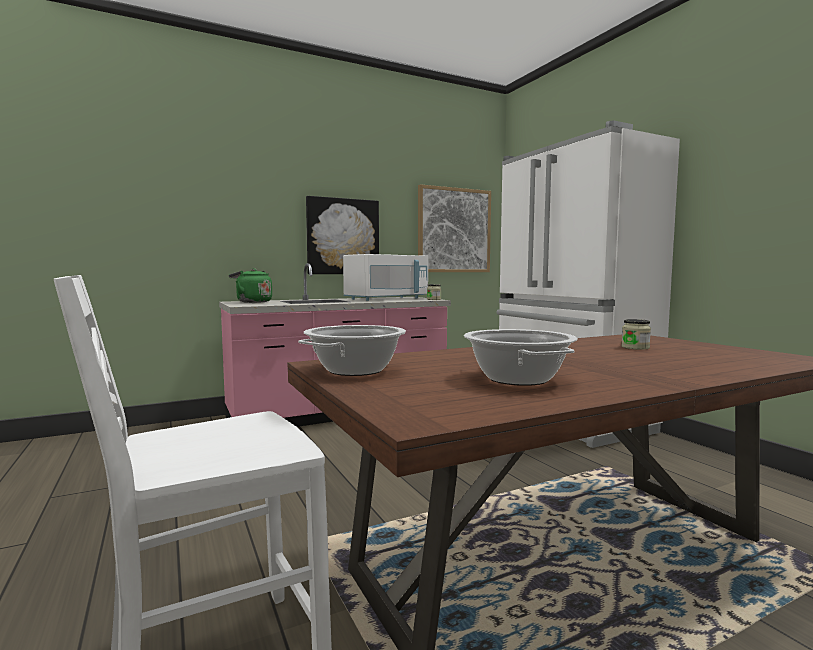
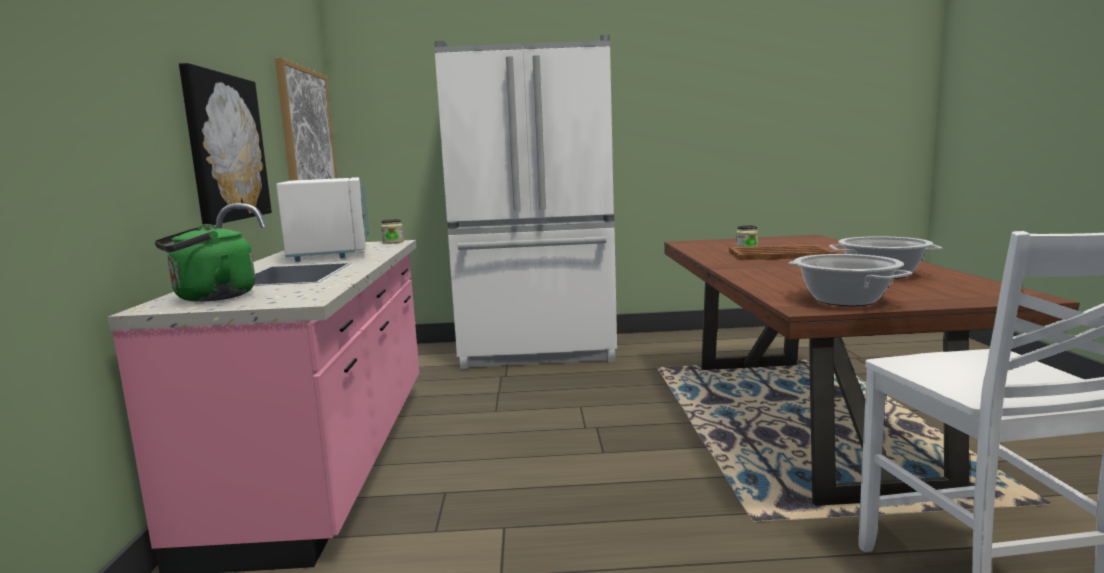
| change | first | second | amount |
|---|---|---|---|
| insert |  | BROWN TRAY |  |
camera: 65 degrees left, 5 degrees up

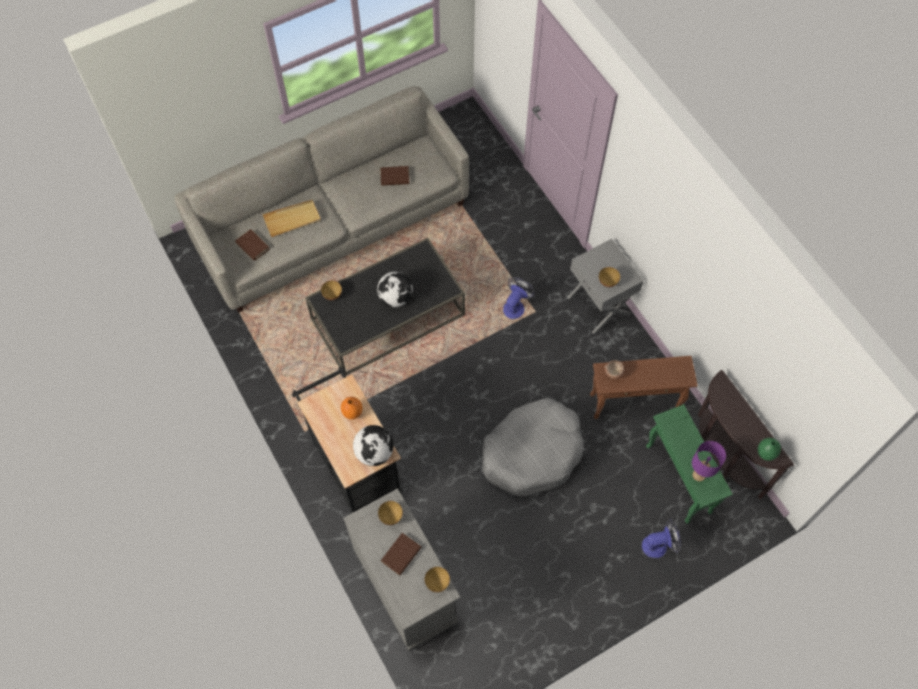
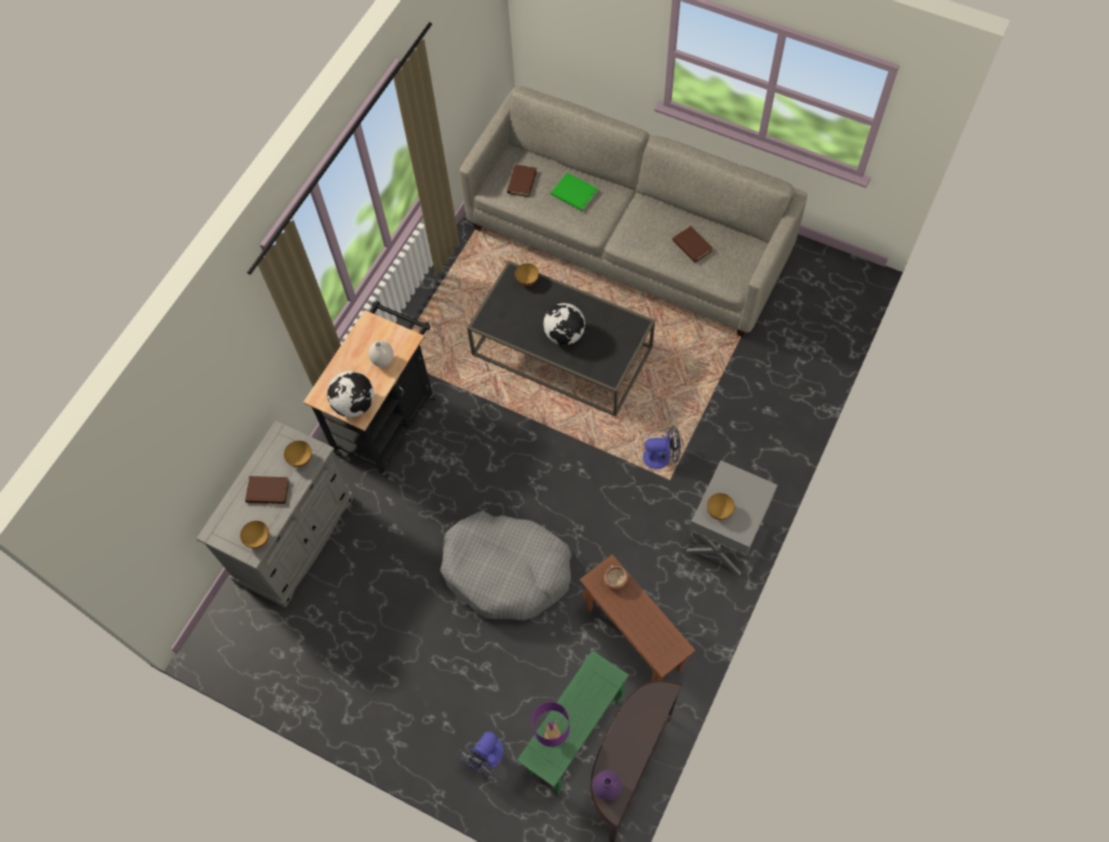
| change | first | second | amount |
|---|---|---|---|
| replace | BEIGE TRAY | GREEN BOOK |  |
| recolor | ORANGE VASE | WHITE VASE |  |
| rotate | FAN (2nd from left in the first image) | FAN (1st from left) | 75 degrees clockwise |
| recolor | GREEN VASE | PURPLE VASE |  |
camera: 60 degrees right, 0 degrees up

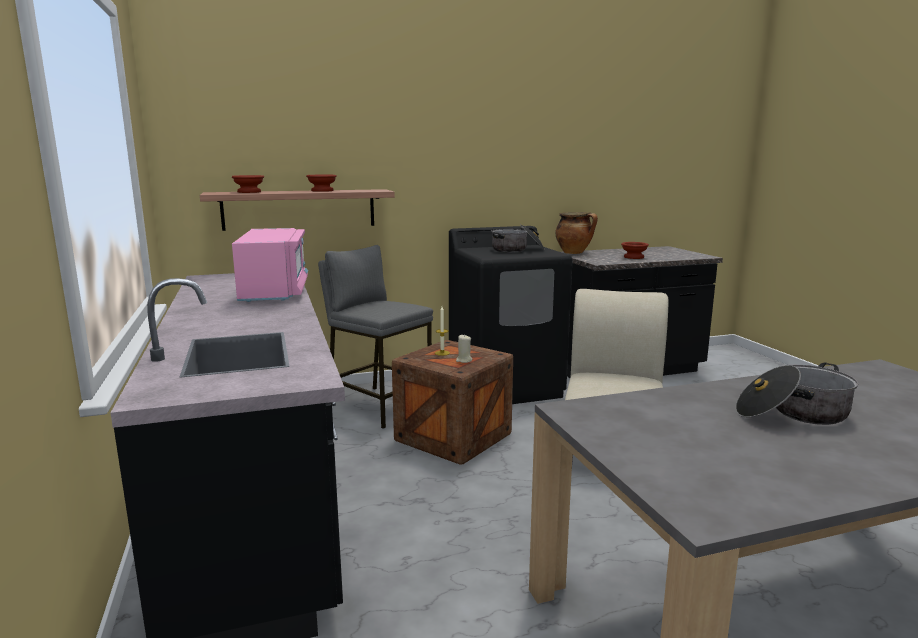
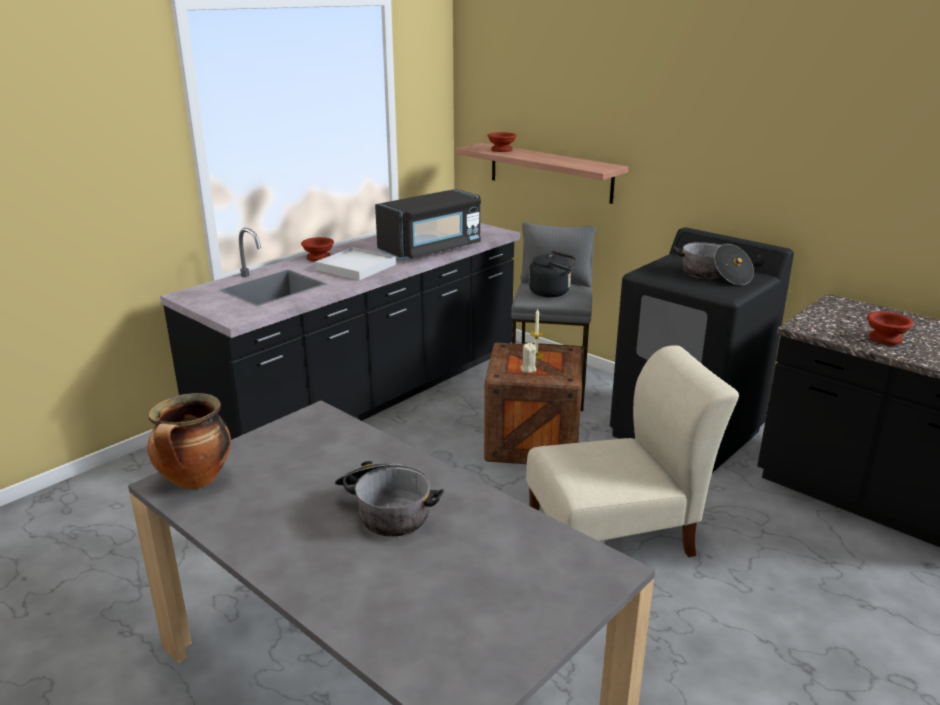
| change | first | second | amount |
|---|---|---|---|
| recolor | PINK MICROWAVE | BLACK MICROWAVE |  |
| move | BROWN BOWL (2nd from left in the first image) | BROWN BOWL (1st from left) |  |
| move | COOKING POT (2nd from left in the first image) | COOKING POT (1st from left) |  |
| insert |  | WHITE TRAY |  |
| insert |  | BLACK KETTLE |  |
camera: 60 degrees right, 10 degrees up

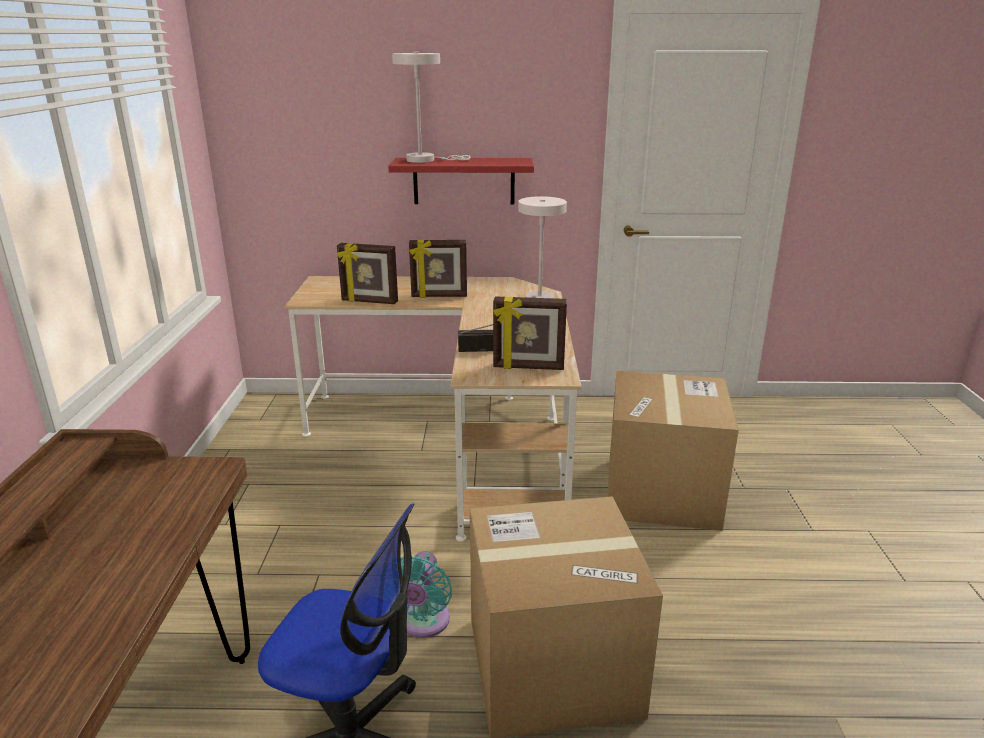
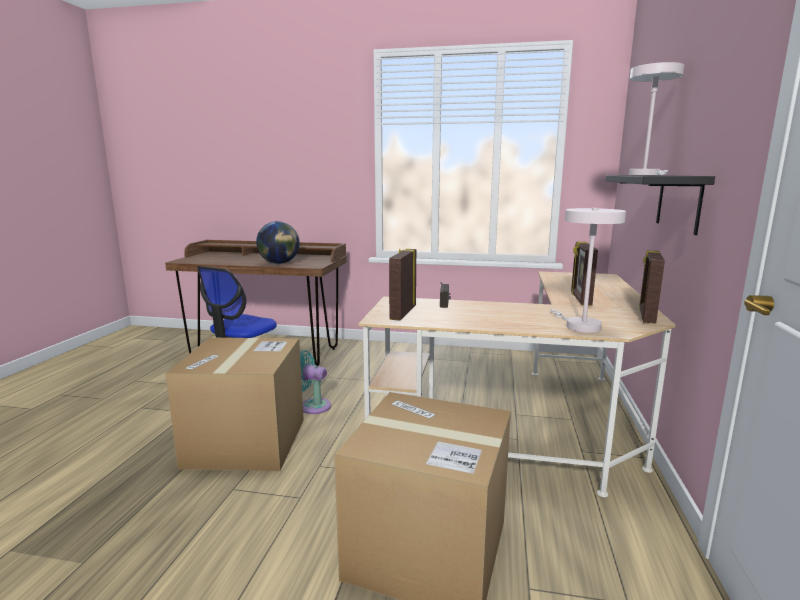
| change | first | second | amount |
|---|---|---|---|
| move | PICTURE FRAME (1st from left in the first image) | PICTURE FRAME (3rd from left) |  |
| recolor | RED SHELF | BLACK SHELF |  |
| insert |  | GLOBE |  |
camera: 100 degrees right, 10 degrees down

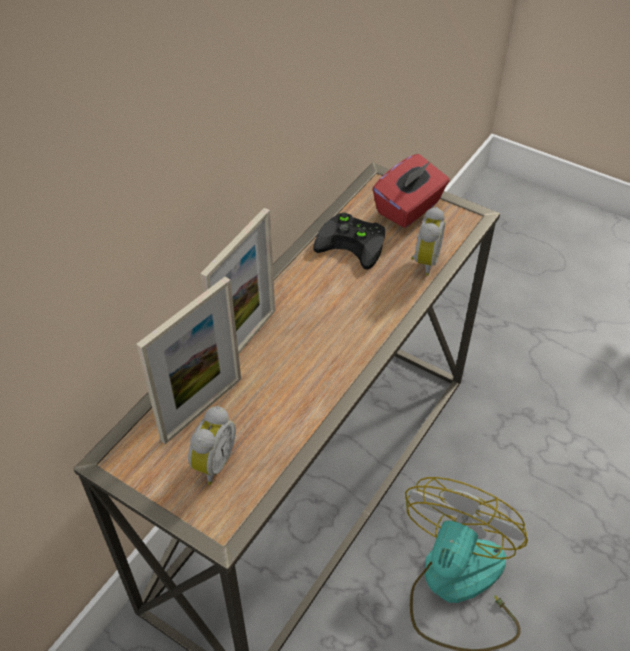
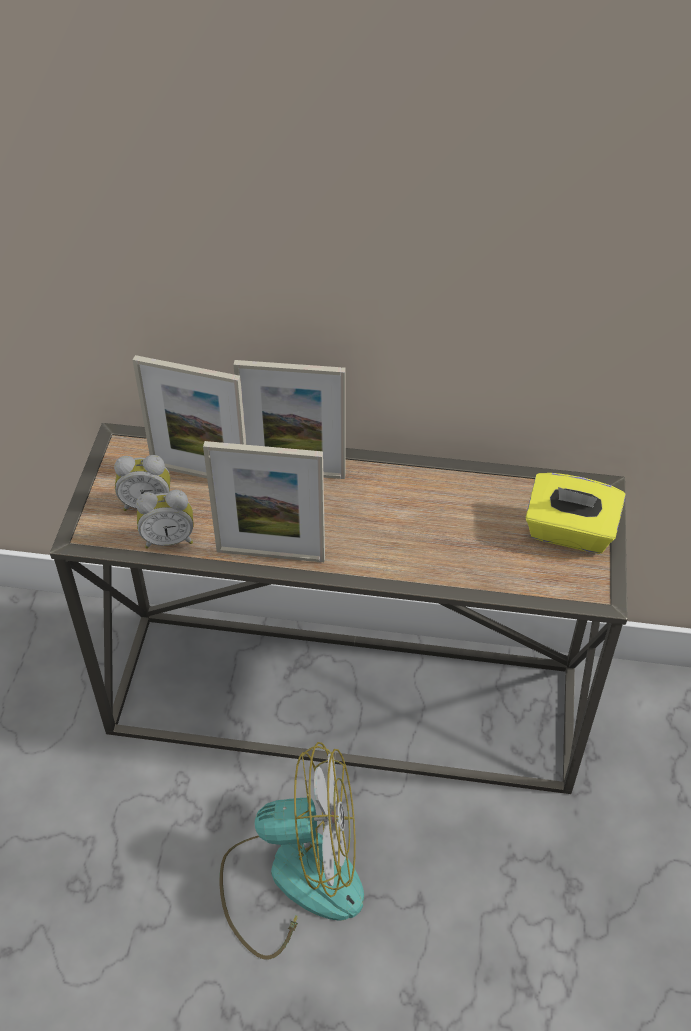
| change | first | second | amount |
|---|---|---|---|
| delete | BLACK GAME CONTROLLER |  |  |
| recolor | RED TISSUE BOX | YELLOW TISSUE BOX |  |
| move | ALARM CLOCK (2nd from left) |  |  |
| insert |  | PICTURE FRAME (2nd from left) |  |
camera: 65 degrees right, 0 degrees up

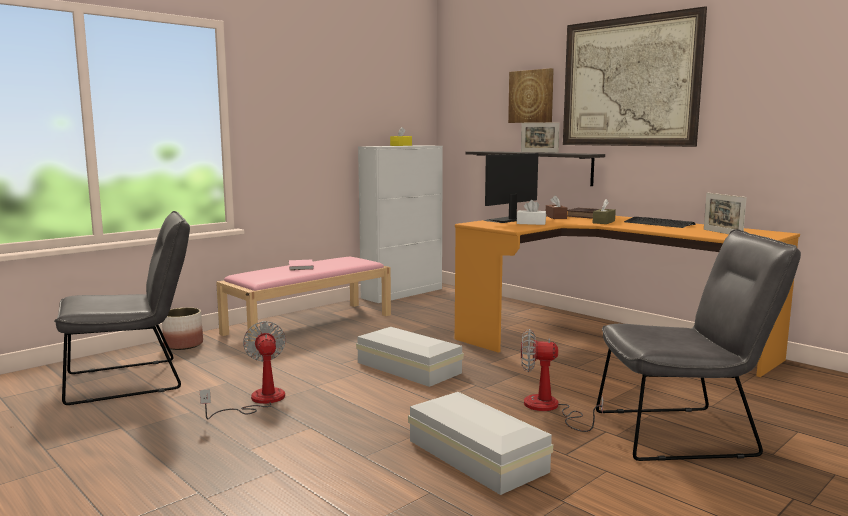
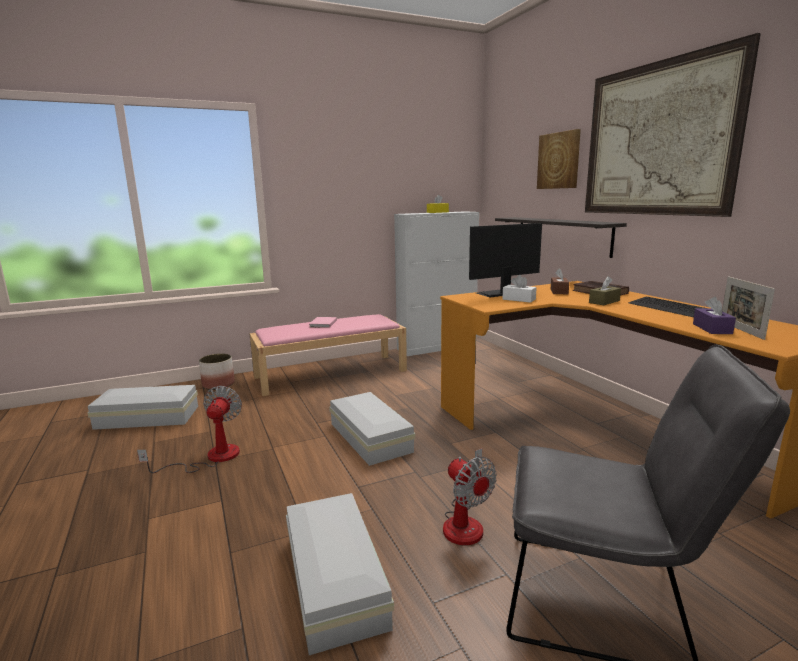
| change | first | second | amount |
|---|---|---|---|
| replace | GREY CHAIR (1st from left) | WHITE STORAGE BOX (1st from left) |  |
| delete | PICTURE FRAME (1st from left) |  |  |
| rotate | FAN (2nd from left) |  | 150 degrees counterclockwise |
| insert |  | PURPLE TISSUE BOX |  |
camera: 20 degrees right, 5 degrees up

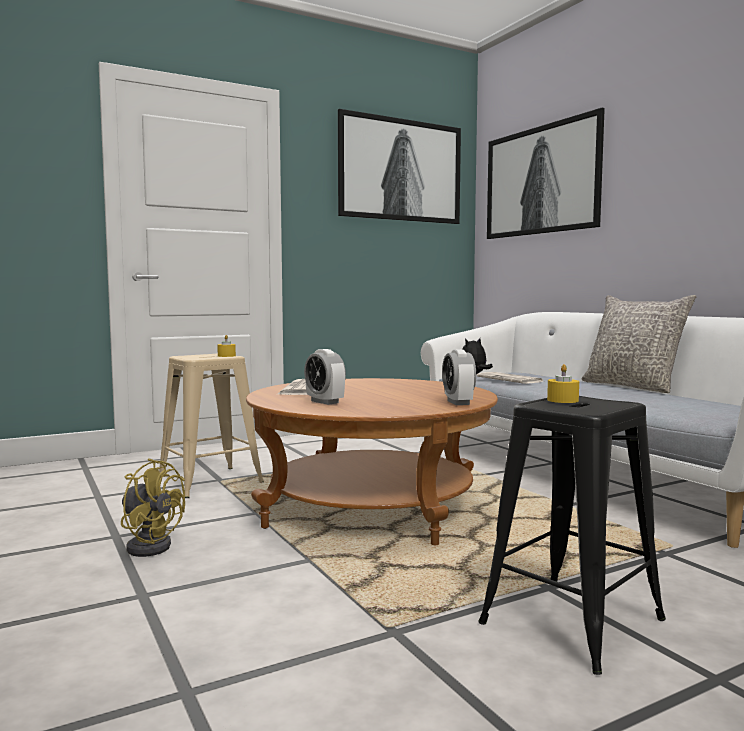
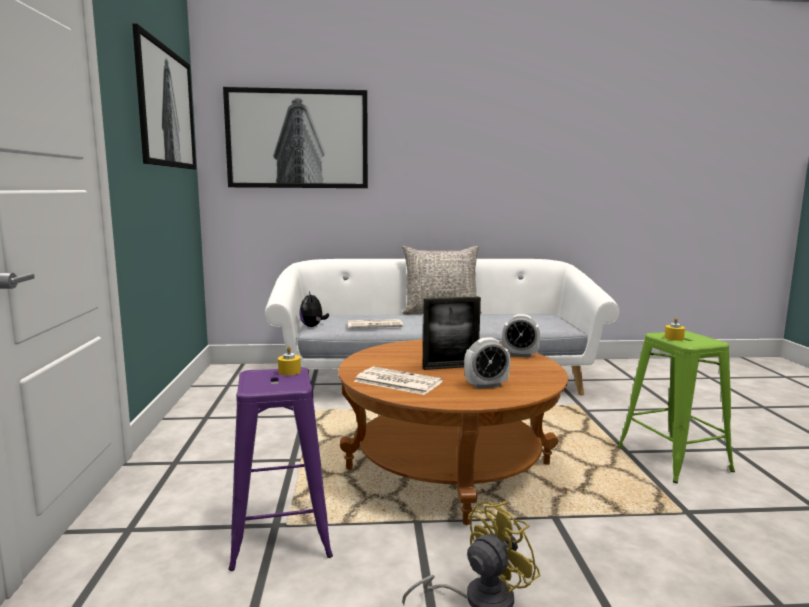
| change | first | second | amount |
|---|---|---|---|
| recolor | BEIGE STOOL | PURPLE STOOL |  |
| recolor | BLACK STOOL | GREEN STOOL |  |
| insert |  | PICTURE FRAME |  |
camera: 65 degrees left, 5 degrees up

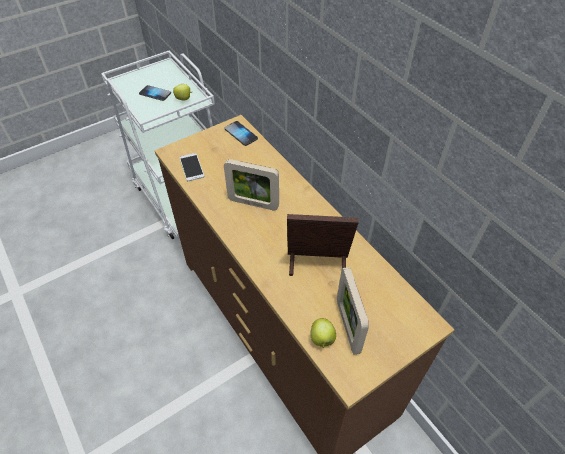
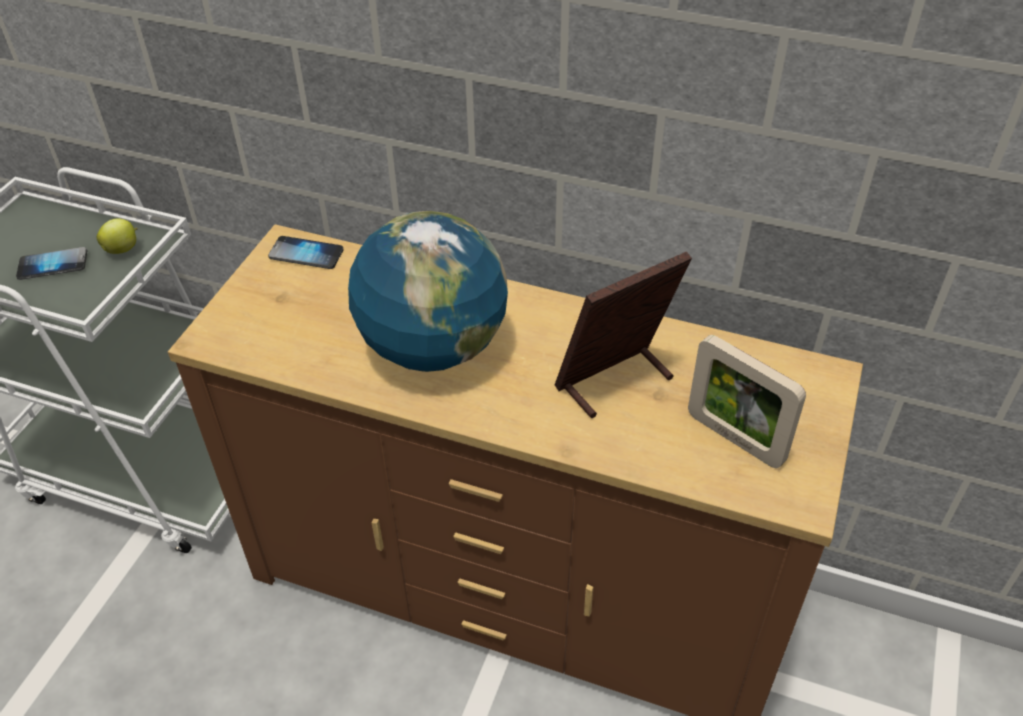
| change | first | second | amount |
|---|---|---|---|
| delete | PHONE (2nd from left) |  |  |
| replace | PICTURE FRAME (1st from left) | GLOBE |  |
| delete | APPLE (2nd from left) |  |  |
camera: 35 degrees left, 5 degrees down

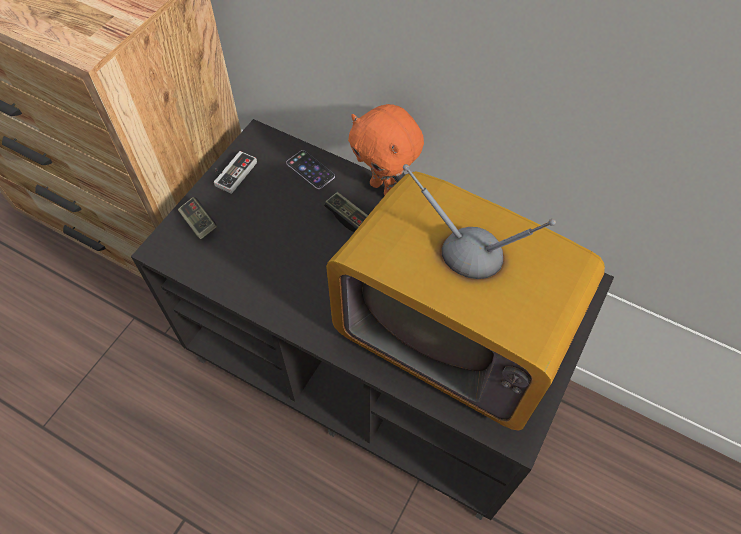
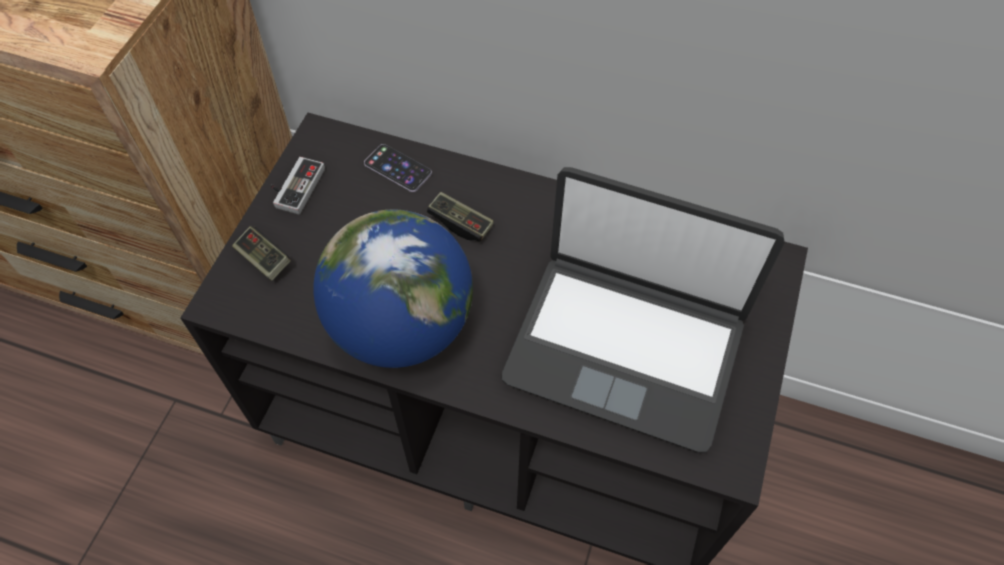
| change | first | second | amount |
|---|---|---|---|
| replace | TELEVISION | LAPTOP |  |
| delete | ORANGE PLUSH TOY |  |  |
| insert |  | GLOBE |  |
camera: 10 degrees left, 0 degrees up

